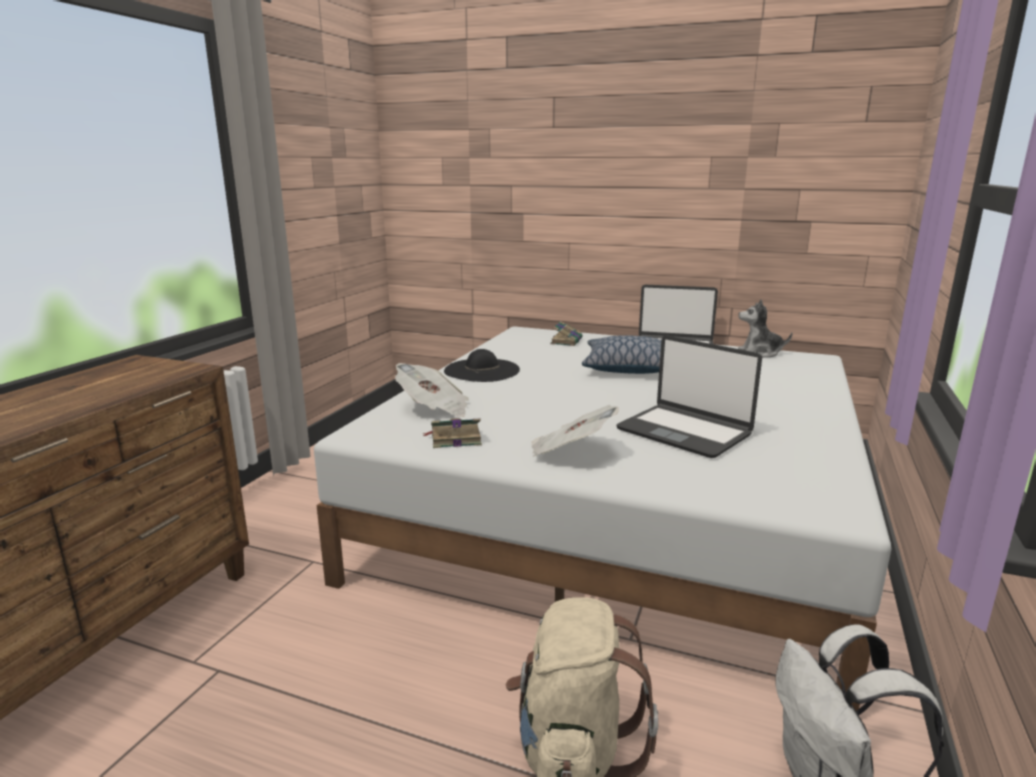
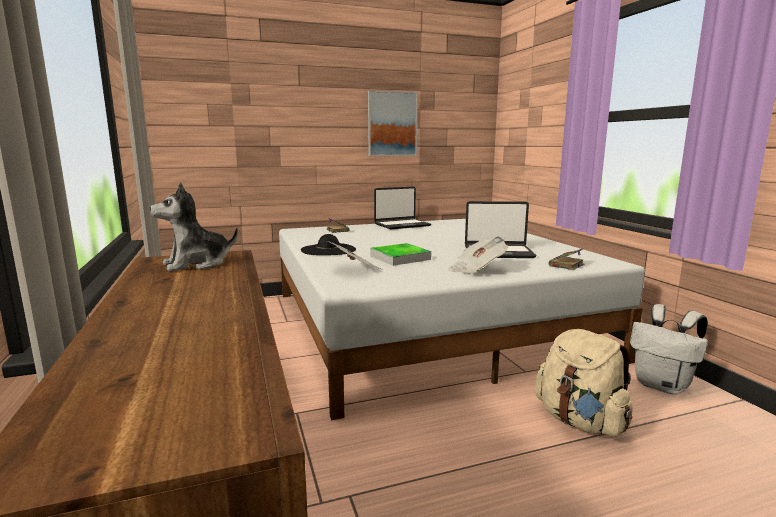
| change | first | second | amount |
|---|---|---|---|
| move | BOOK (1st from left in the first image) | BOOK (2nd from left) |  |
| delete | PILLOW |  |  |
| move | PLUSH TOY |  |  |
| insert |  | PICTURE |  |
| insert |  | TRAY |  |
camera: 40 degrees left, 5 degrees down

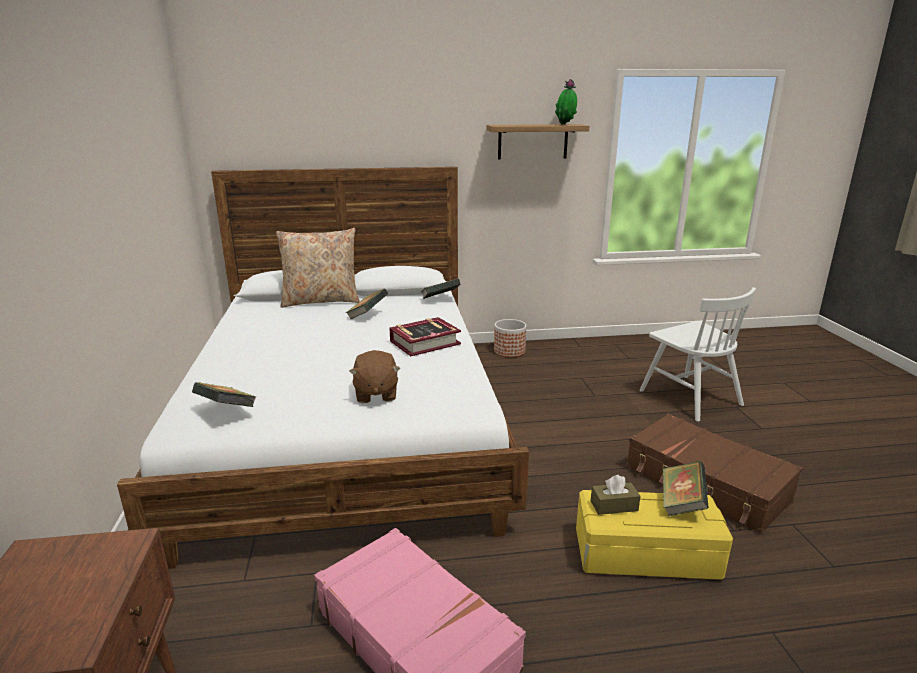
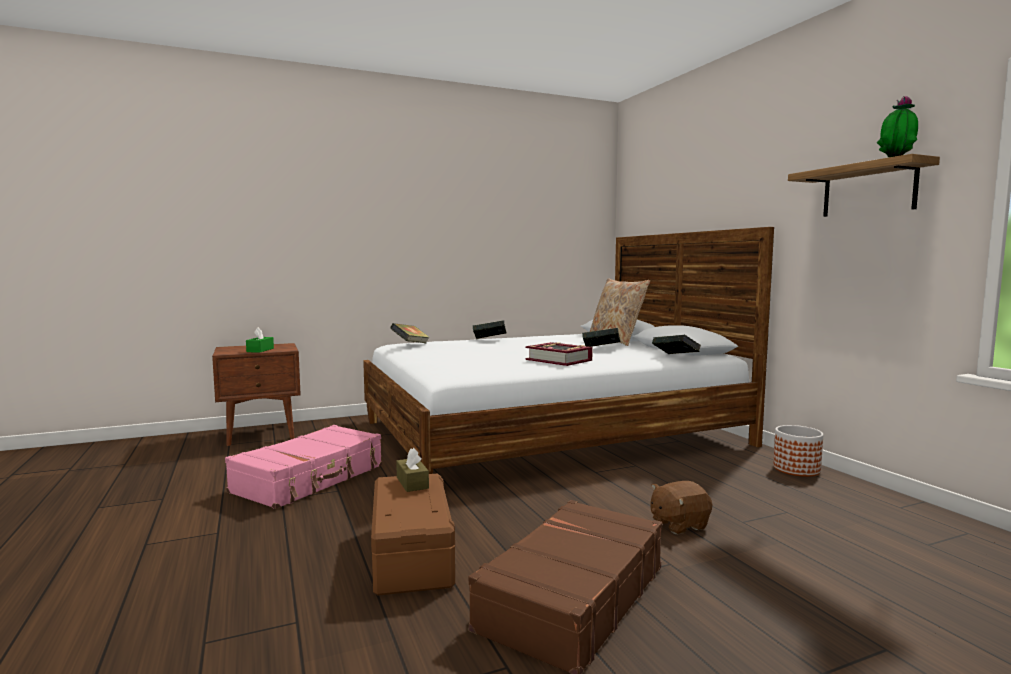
| change | first | second | amount |
|---|---|---|---|
| move | BROWN PLUSH TOY |  |  |
| recolor | YELLOW STORAGE BOX | BROWN STORAGE BOX |  |
| delete | WHITE CHAIR |  |  |
| move | BOOK (5th from left in the first image) | BOOK (2nd from left) |  |
| insert |  | GREEN TISSUE BOX |  |
camera: 75 degrees right, 15 degrees down

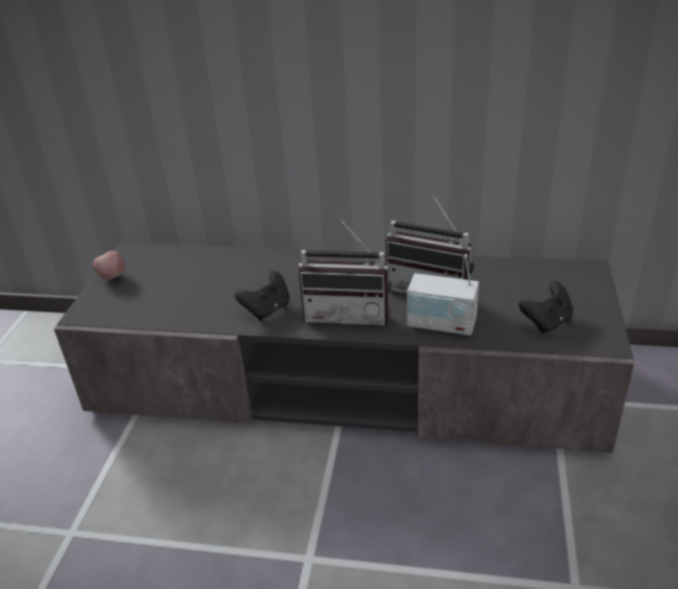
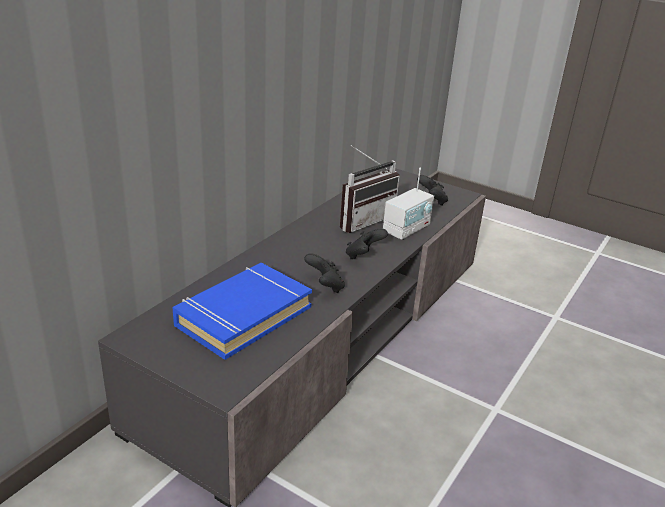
| change | first | second | amount |
|---|---|---|---|
| delete | APPLE |  |  |
| replace | RADIO (1st from left) | BLACK GAME CONTROLLER (2nd from left) |  |
| insert |  | BLUE BOOK |  |
camera: 70 degrees left, 5 degrees down

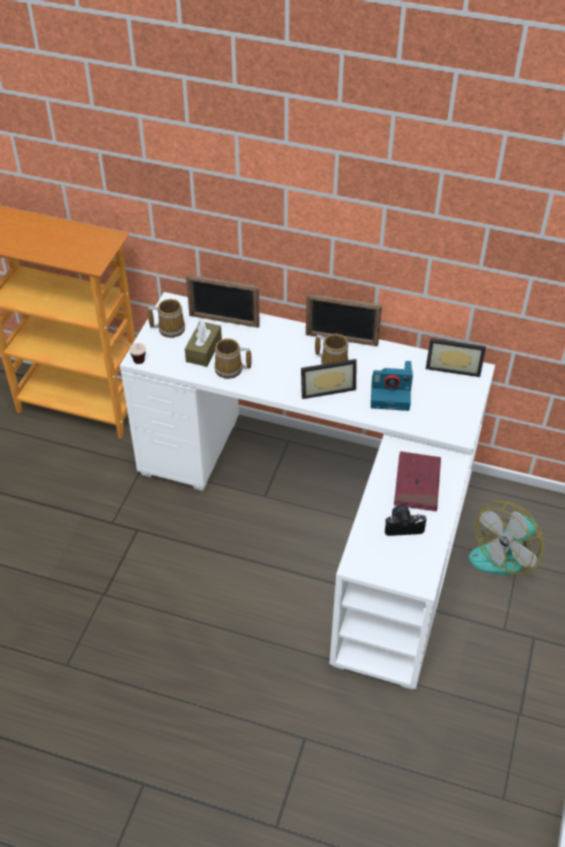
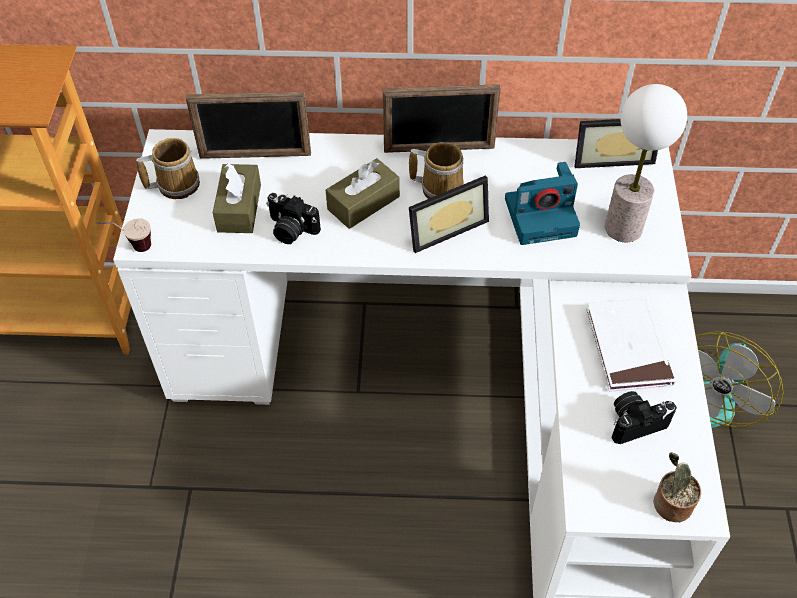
| change | first | second | amount |
|---|---|---|---|
| replace | MUG (2nd from left) | PHOTO CAMERA (1st from left) |  |
| recolor | RED BOOK | WHITE BOOK |  |
| insert |  | BROWN TISSUE BOX (2nd from left) |  |
| insert |  | TABLE LAMP |  |
| insert |  | POTTED PLANT |  |
camera: 15 degrees left, 5 degrees up

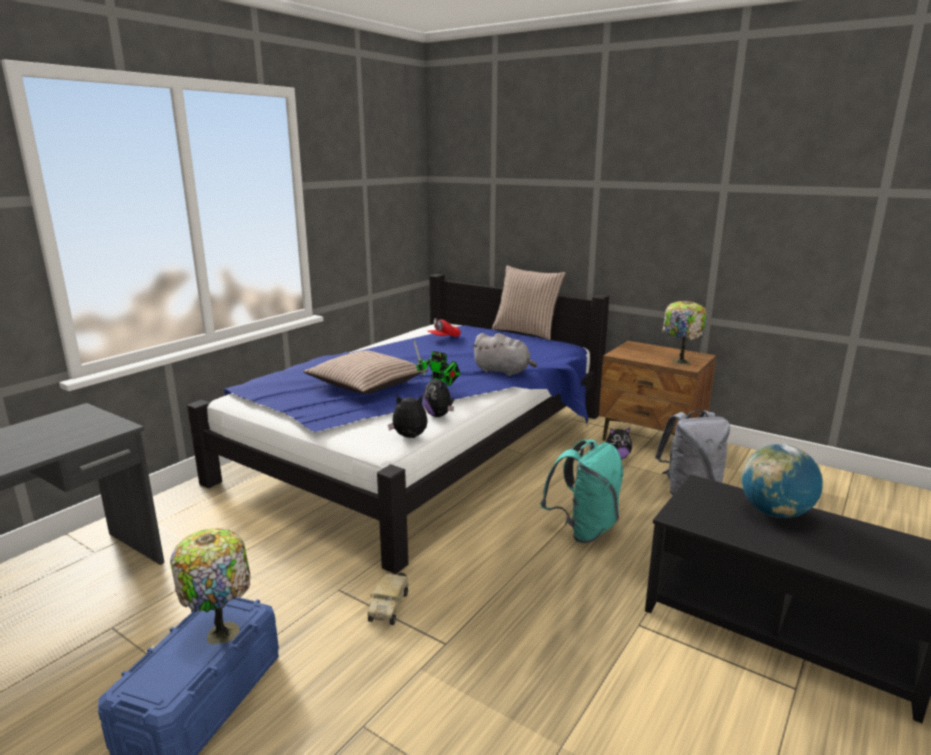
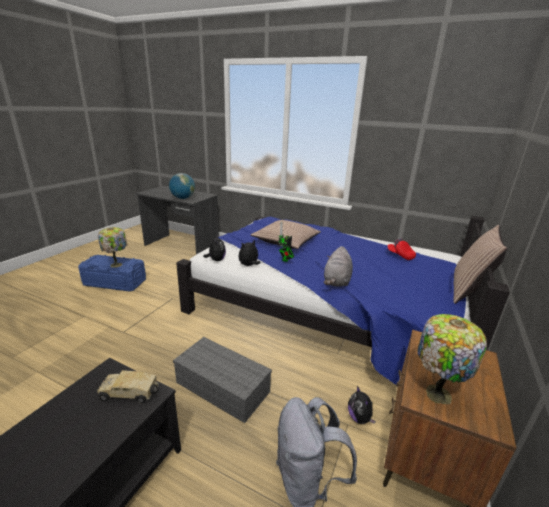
| change | first | second | amount |
|---|---|---|---|
| move | TOY TRUCK |  |  |
| replace | TURQUOISE BACKPACK | GREY STORAGE BOX |  |
| move | GLOBE |  |  |
camera: 80 degrees right, 5 degrees up

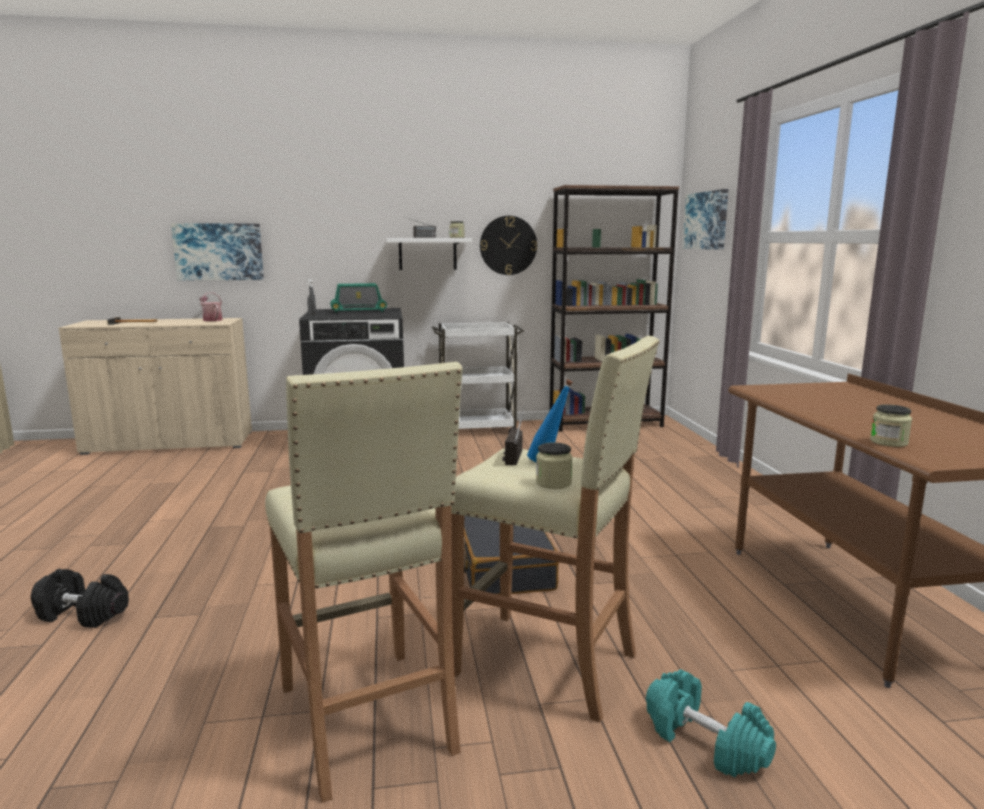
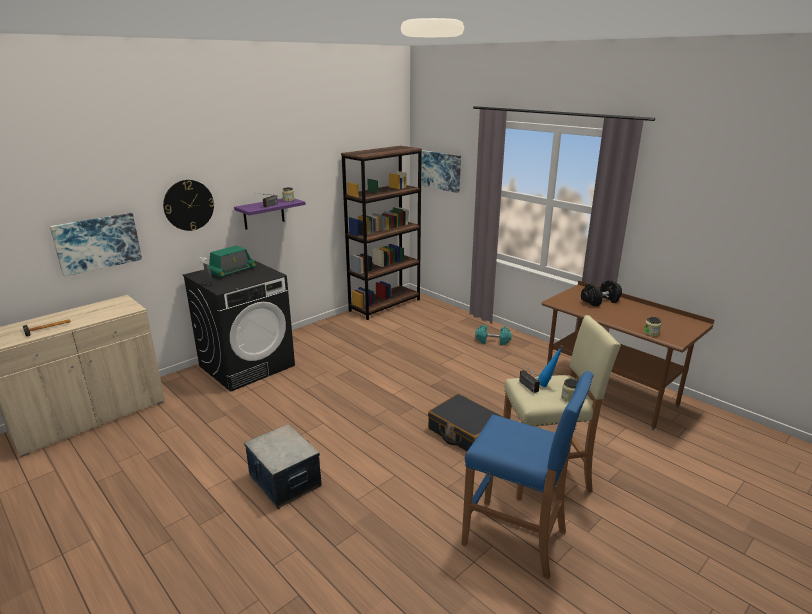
| change | first | second | amount |
|---|---|---|---|
| move | BLACK DUMBBELL |  |  |
| delete | WATERING CAN |  |  |
| recolor | BEIGE STOOL (1st from left) | BLUE STOOL |  |
| recolor | WHITE SHELF | PURPLE SHELF |  |
| delete | WHITE CART |  |  |
| move | WALL CLOCK |  |  |
| move | TURQUOISE DUMBBELL |  |  |
| insert |  | STORAGE BOX |  |
camera: 35 degrees left, 10 degrees up

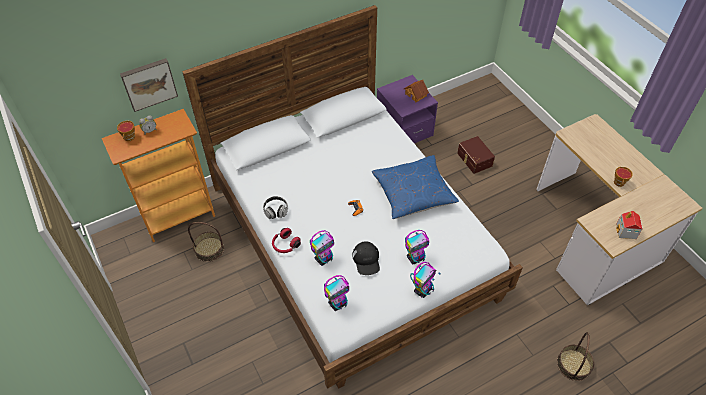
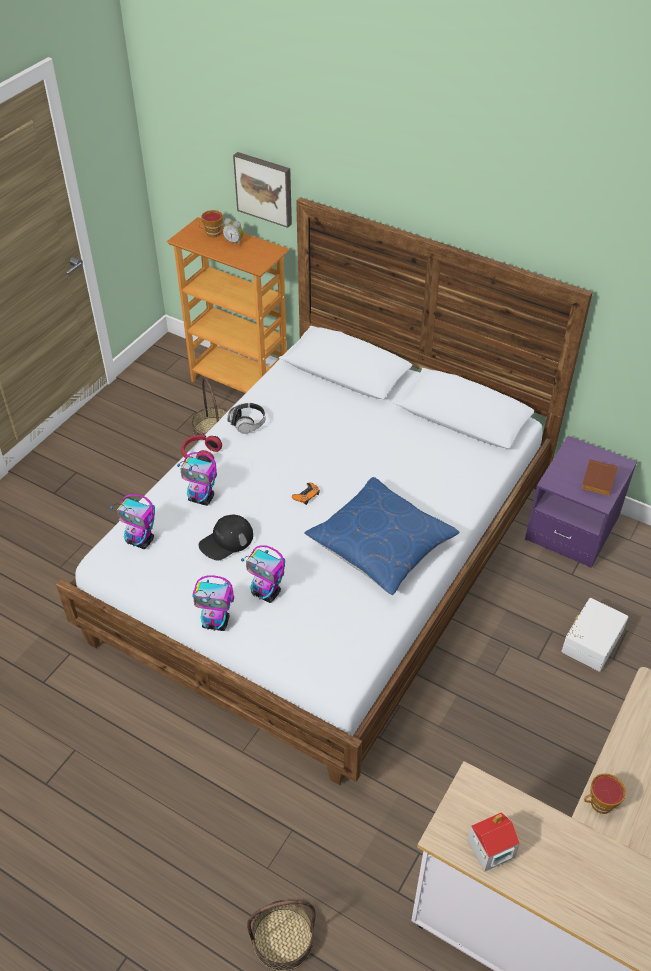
| change | first | second | amount |
|---|---|---|---|
| recolor | BROWN STORAGE BOX | WHITE STORAGE BOX |  |
camera: 60 degrees right, 5 degrees down

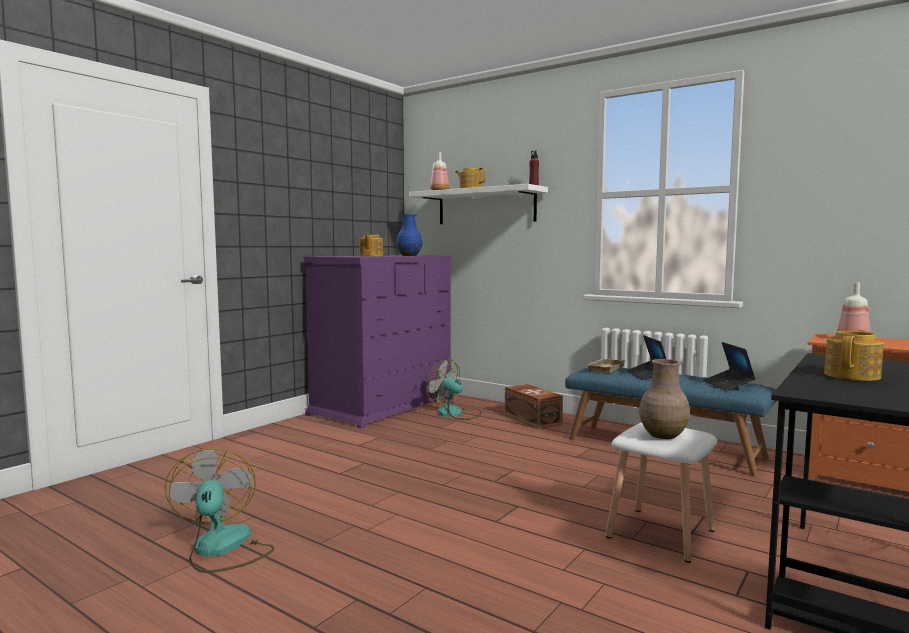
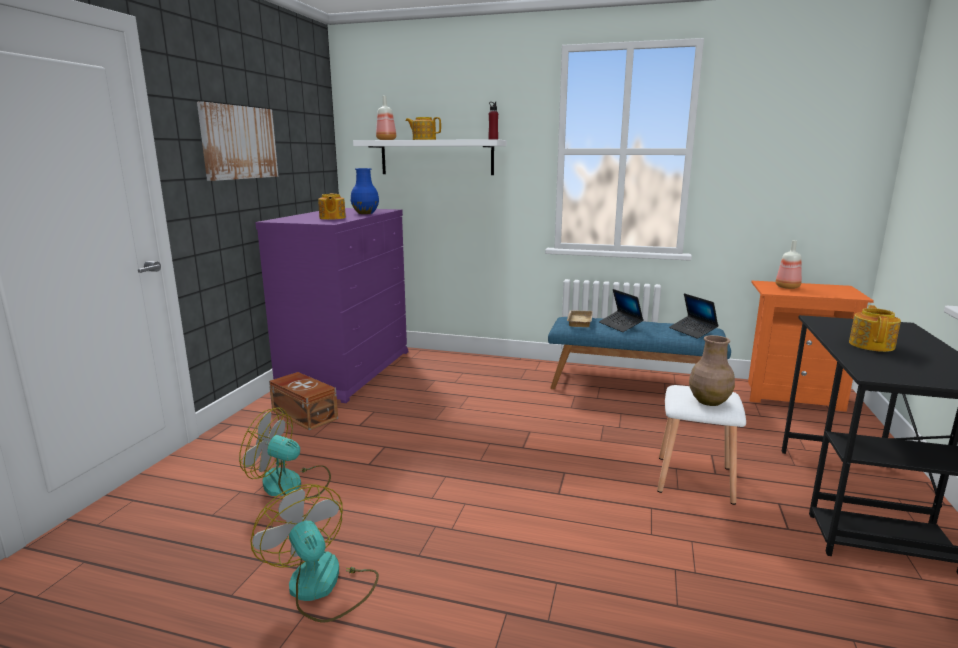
| change | first | second | amount |
|---|---|---|---|
| move | FAN (2nd from left in the first image) | FAN (1st from left) |  |
| move | BROWN STORAGE BOX |  |  |
| insert |  | PICTURE |  |
camera: 20 degrees left, 10 degrees up

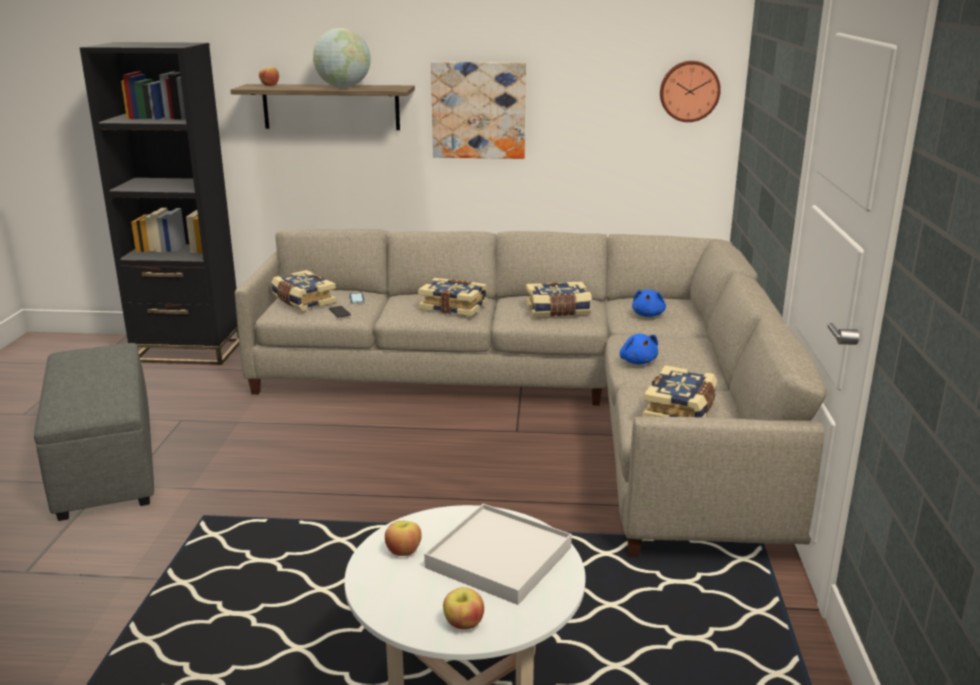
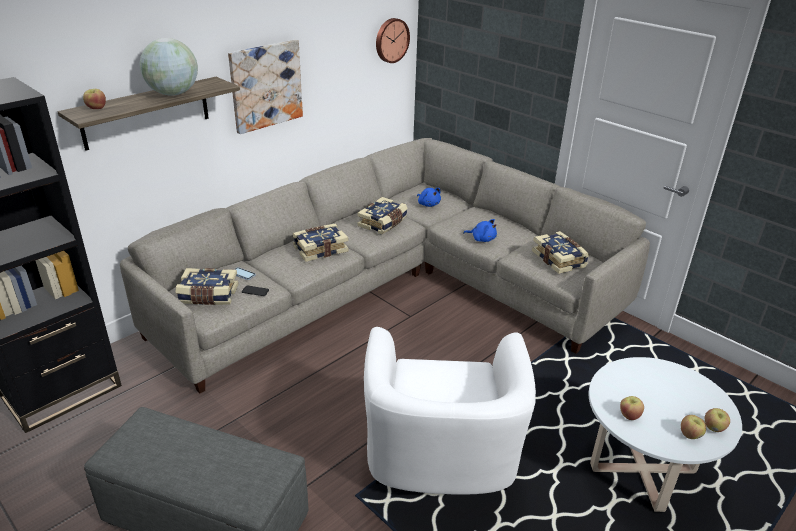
| change | first | second | amount |
|---|---|---|---|
| delete | WHITE TRAY |  |  |
| insert |  | WHITE ARMCHAIR |  |
| insert |  | APPLE (3rd from left) |  |
camera: 50 degrees left, 10 degrees up

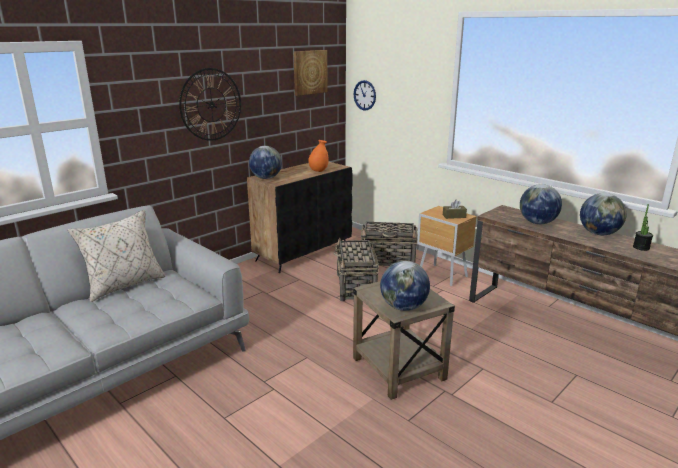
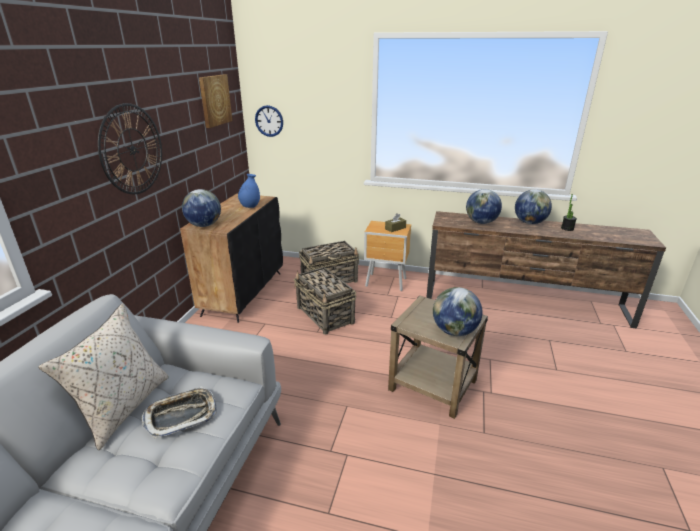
| change | first | second | amount |
|---|---|---|---|
| recolor | ORANGE VASE | BLUE VASE |  |
| insert |  | TRAY |  |
camera: 30 degrees left, 5 degrees up

